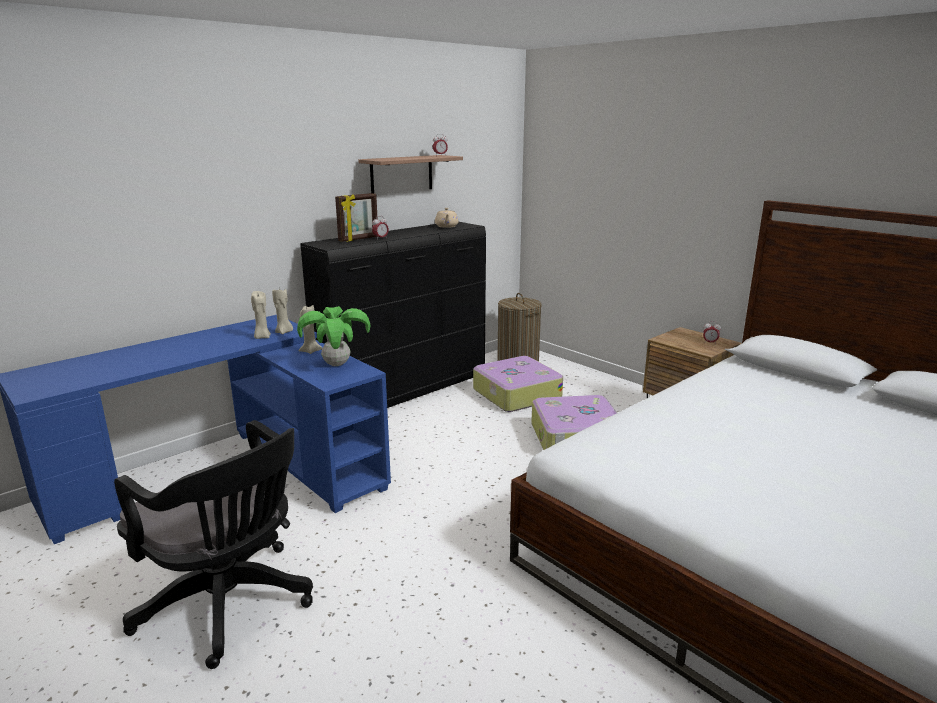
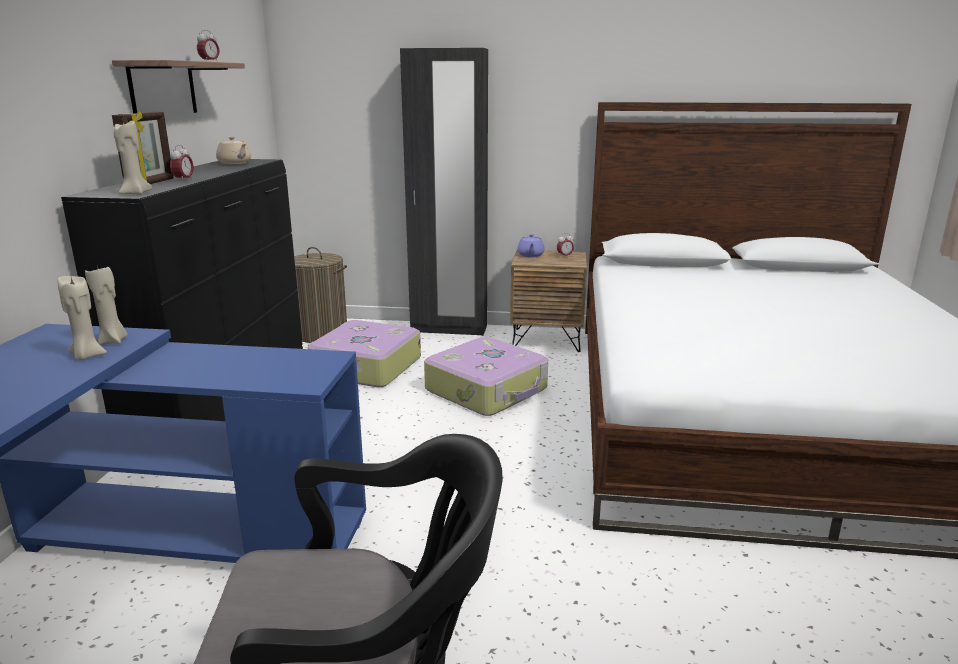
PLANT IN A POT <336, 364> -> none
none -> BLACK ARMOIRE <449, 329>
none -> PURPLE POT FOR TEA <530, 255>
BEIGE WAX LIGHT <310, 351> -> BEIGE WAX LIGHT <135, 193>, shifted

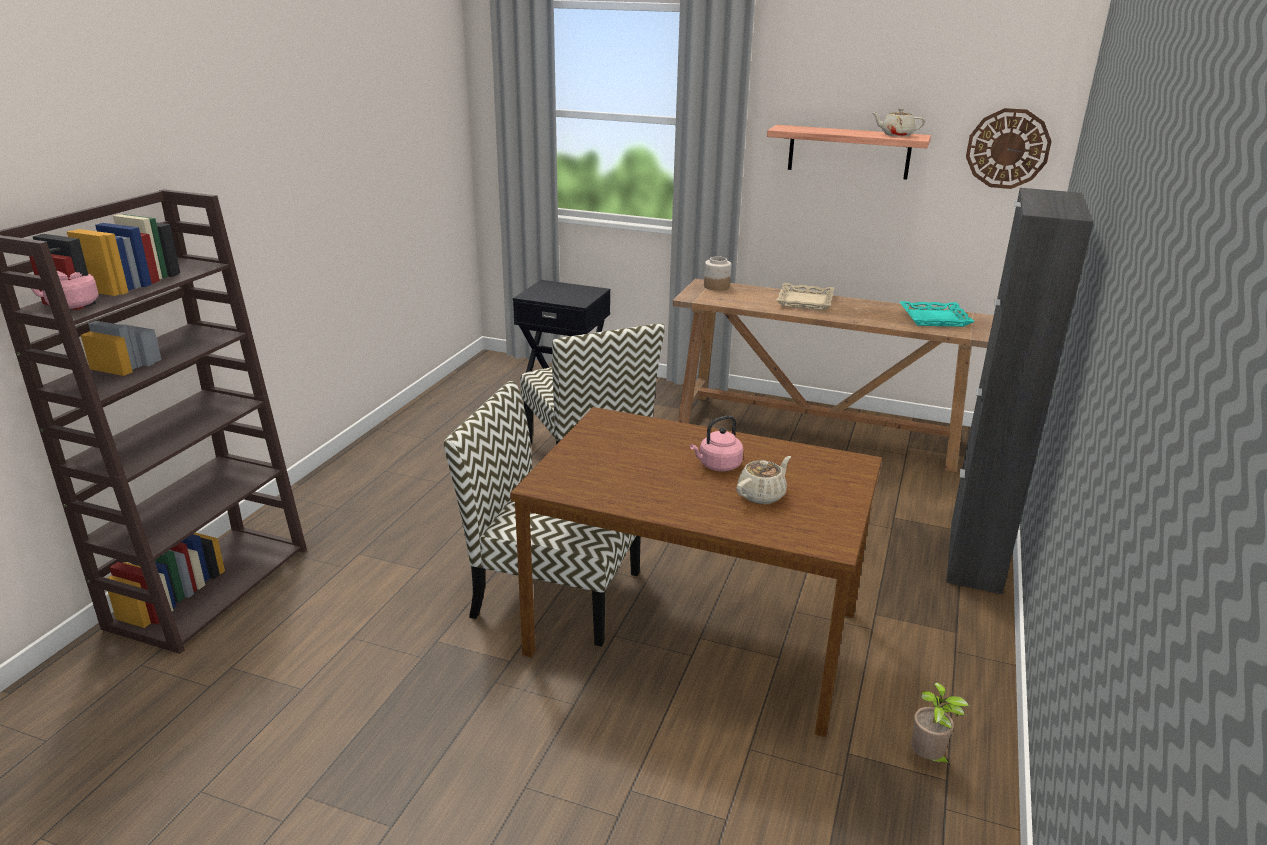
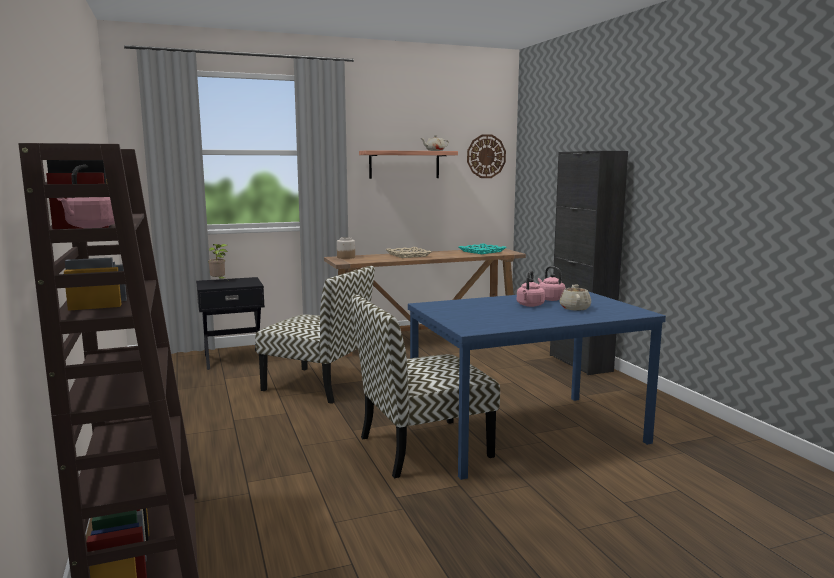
none -> PINK KETTLE <550, 299>
PLANT IN A POT <928, 759> -> PLANT IN A POT <219, 281>, shifted
BROWN-COLOURED KITCHEN TABLE <692, 633> -> BLUISH KITCHEN TABLE <526, 433>

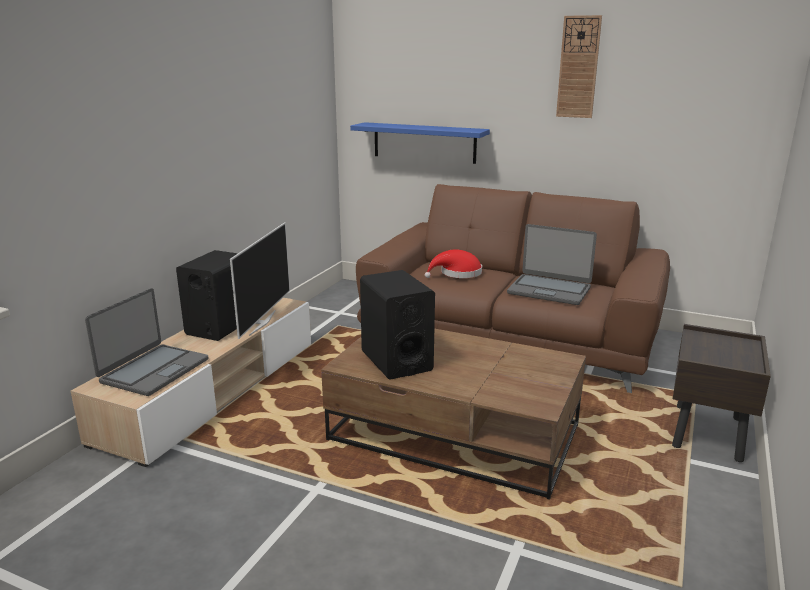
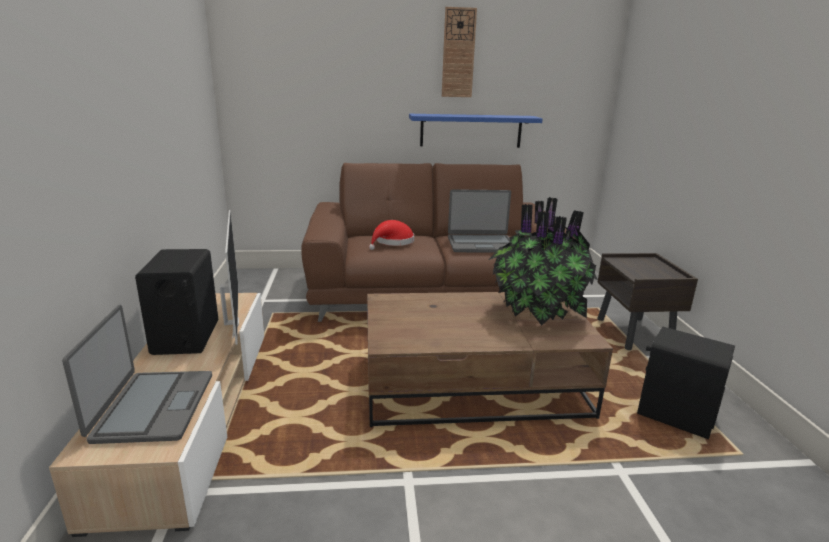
none -> PLANT IN A POT <536, 313>
BLUISH SHELF <424, 142> -> BLUISH SHELF <471, 130>, shifted
BLACK LOUDSPEAKER <396, 360> -> BLACK LOUDSPEAKER <675, 415>, shifted

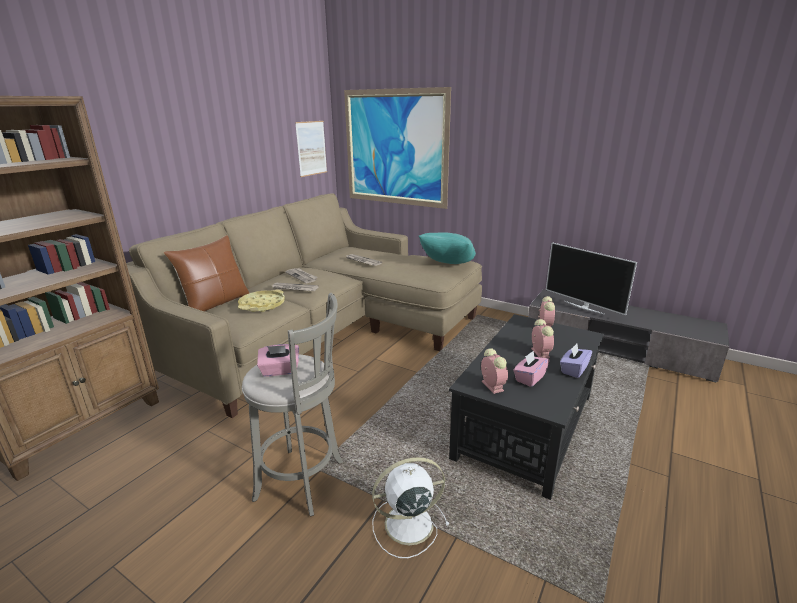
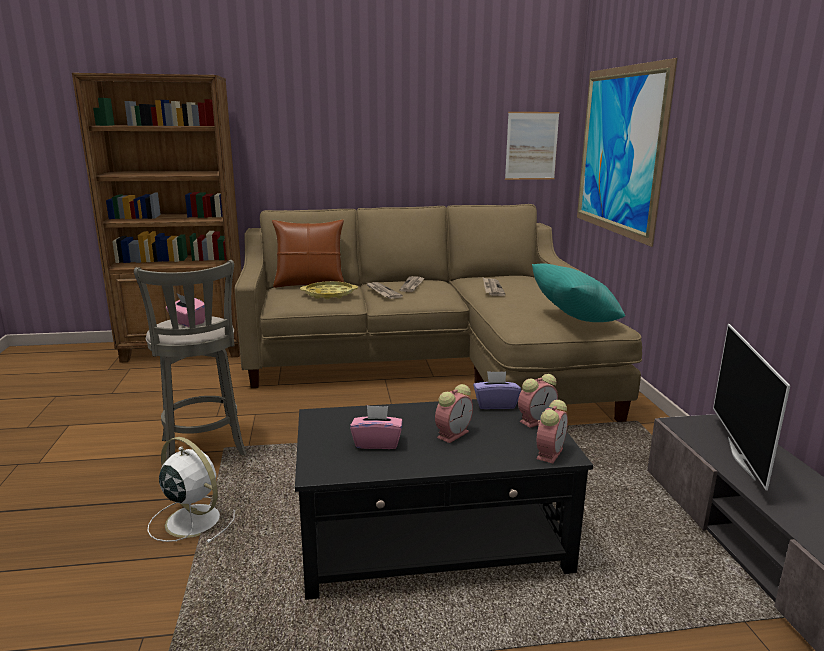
TABLE CLOCK <491, 385> -> TABLE CLOCK <549, 453>, shifted
PURPLE BOX OF TISSUES <573, 370> -> PURPLE BOX OF TISSUES <495, 404>, shifted

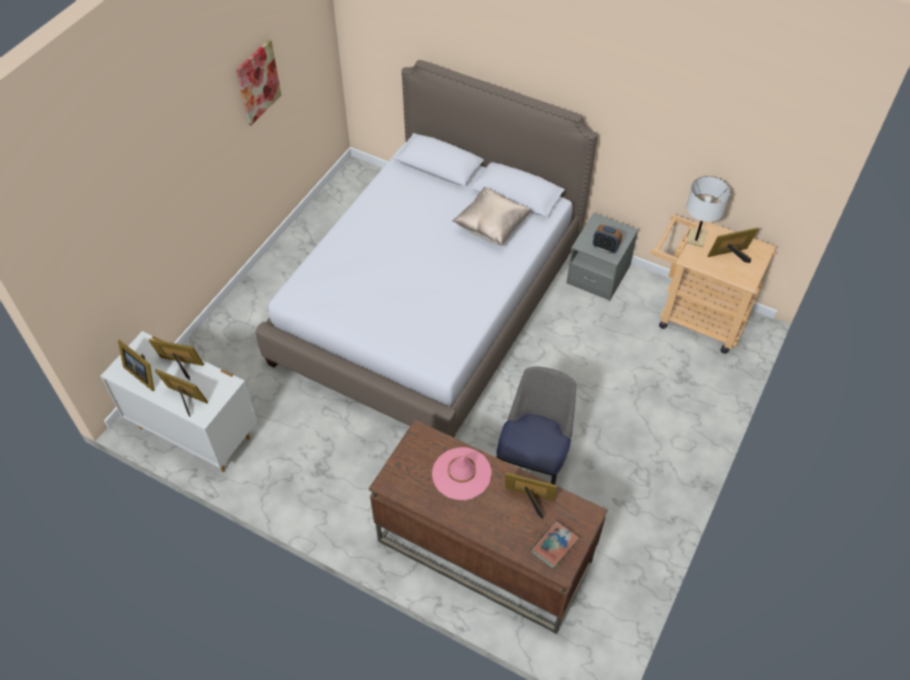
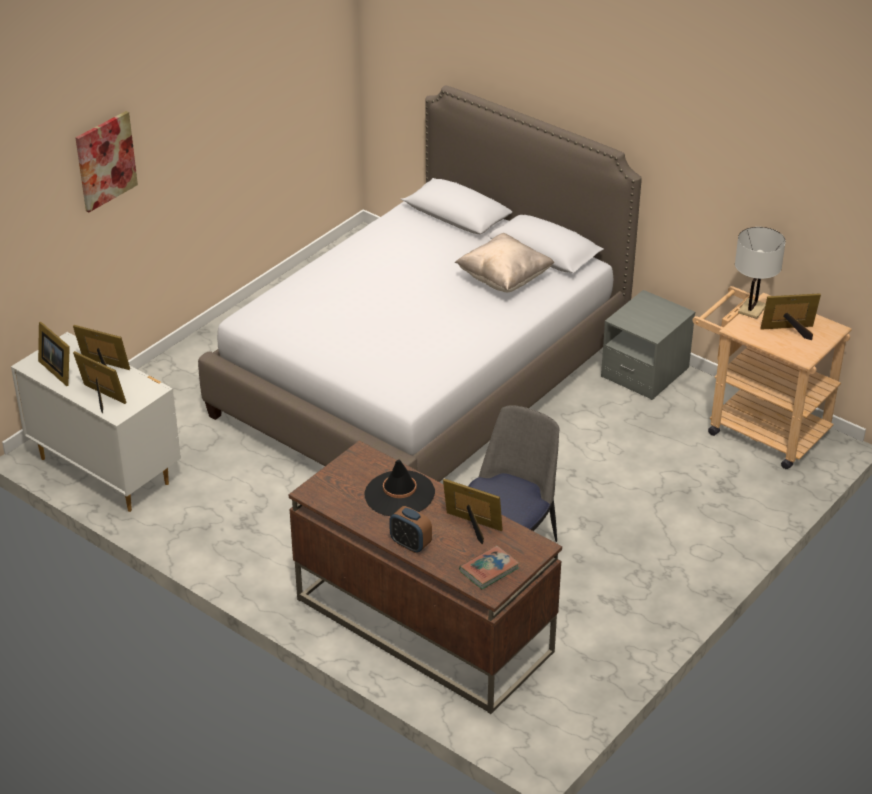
WALL PICTURE <258, 82> -> WALL PICTURE <105, 161>, shifted
TABLE CLOCK <605, 248> -> TABLE CLOCK <410, 544>, shifted
PINK HAT <461, 474> -> BLACK HAT <399, 494>

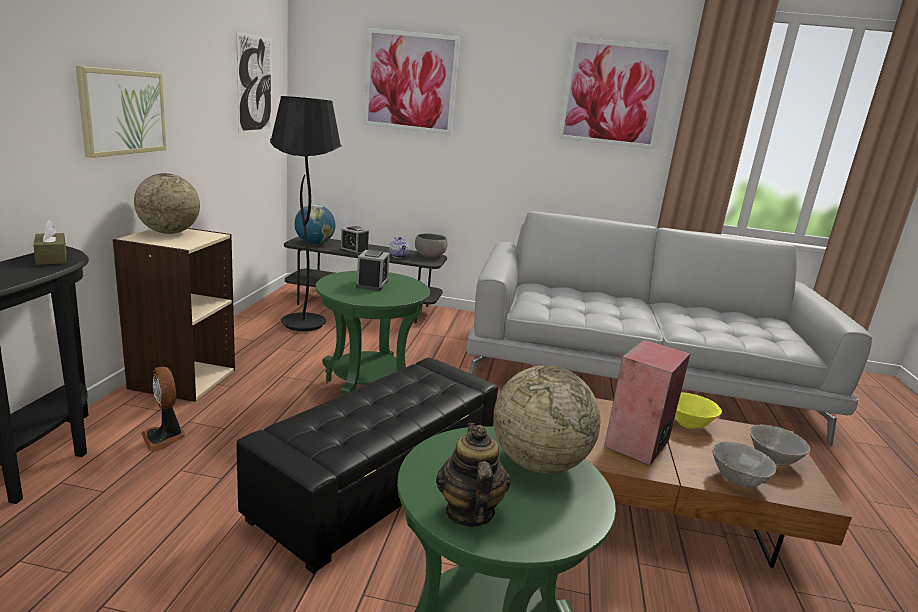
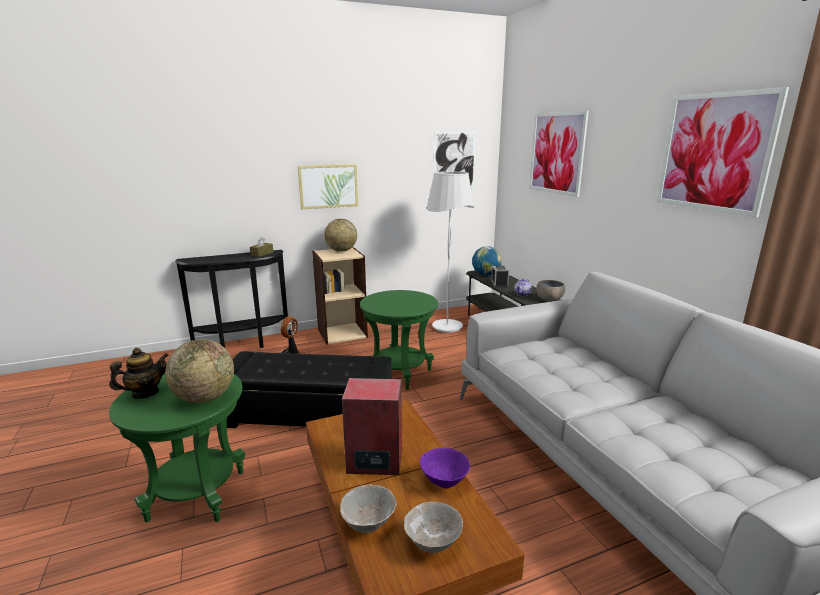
TABLE CLOCK <372, 284> -> none
BLACK STANDARD LAMP <303, 324> -> WHITISH STANDARD LAMP <447, 327>
YELLOWISH DEEP DISH <689, 424> -> PURPLE DEEP DISH <444, 481>

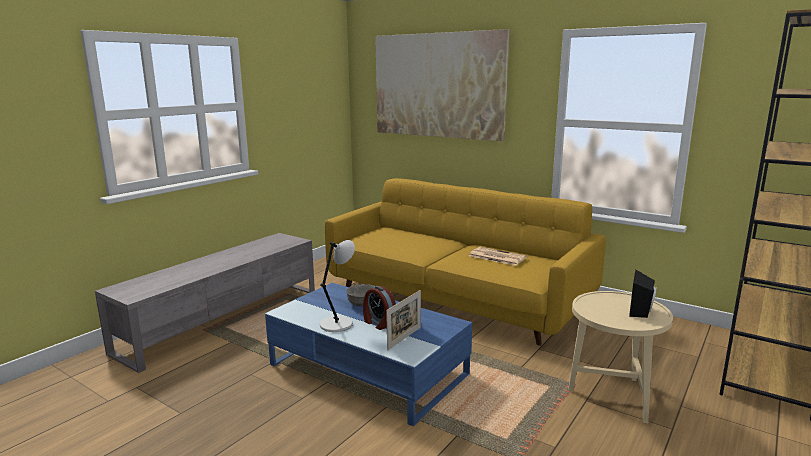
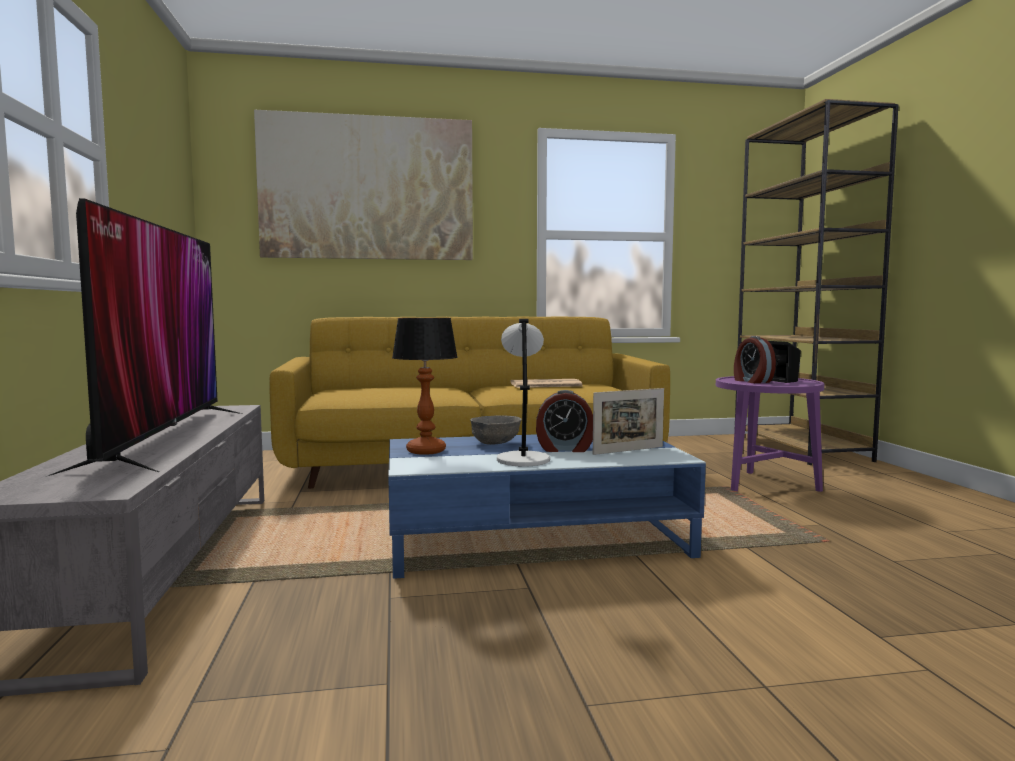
none -> TV <164, 437>
none -> LAMP FOR A TABLE <426, 451>
none -> TABLE CLOCK <752, 381>
BEIGE SIDE TABLE <611, 396> -> PURPLE SIDE TABLE <764, 485>
PHOTO FRAME <404, 338> -> PHOTO FRAME <628, 450>, 75 degrees clockwise

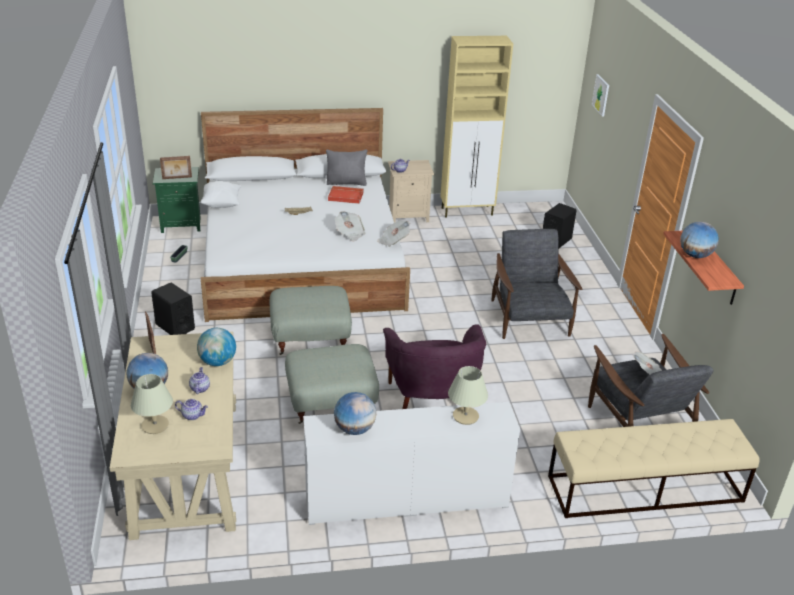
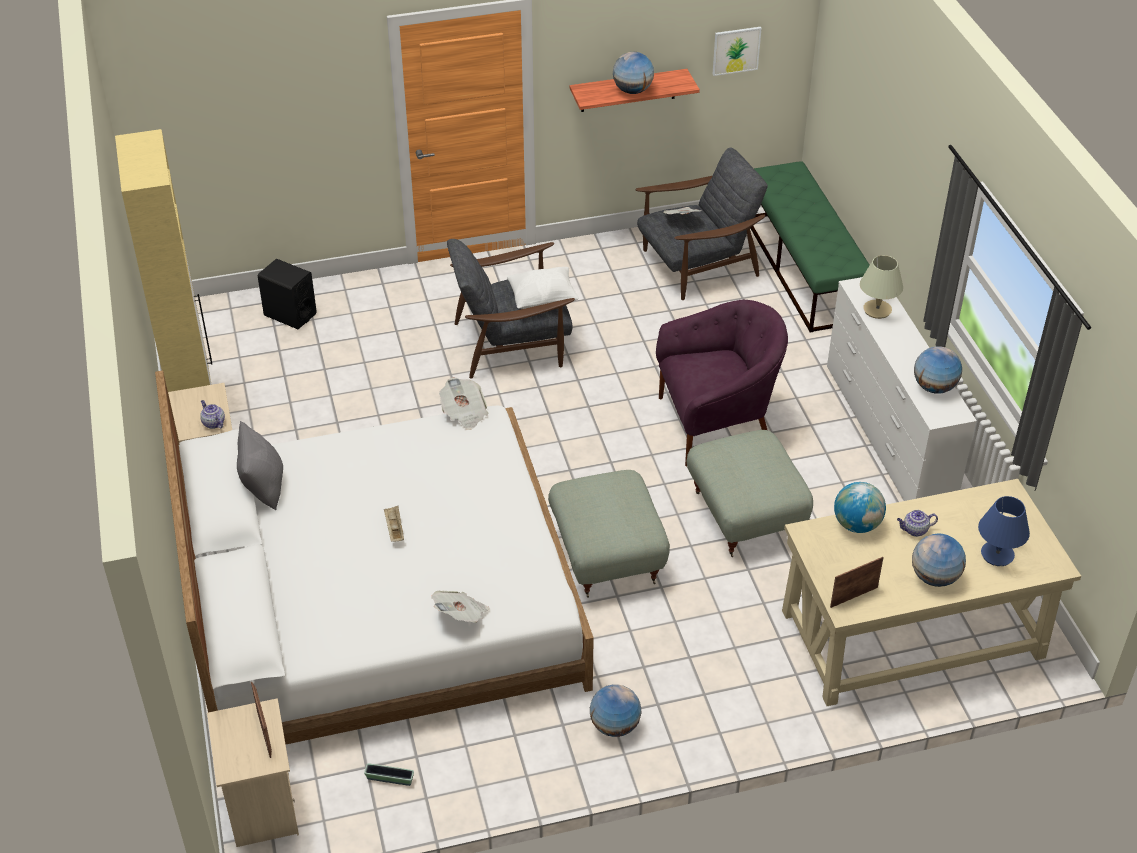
POT FOR TEA <193, 415> -> none
REDDISH CARRYING TRAY <345, 196> -> none
WHITISH PILLOW <221, 204> -> WHITISH PILLOW <543, 300>, shifted
NEWSPAPER <350, 233> -> NEWSPAPER <461, 615>, shifted
WALL PICTURE <601, 95> -> WALL PICTURE <736, 50>, shifted
BLACK LOUDSPEAKER <175, 327> -> WORLD GLOBE <614, 726>
BEIGE LAMP FOR A TABLE <155, 425> -> BLUISH LAMP FOR A TABLE <997, 554>
GREENISH NIGHTSTAND <181, 224> -> BEIGE NIGHTSTAND <261, 809>
BEIGE INDOOR BENCH <644, 489> -> GREENISH INDOOR BENCH <803, 269>

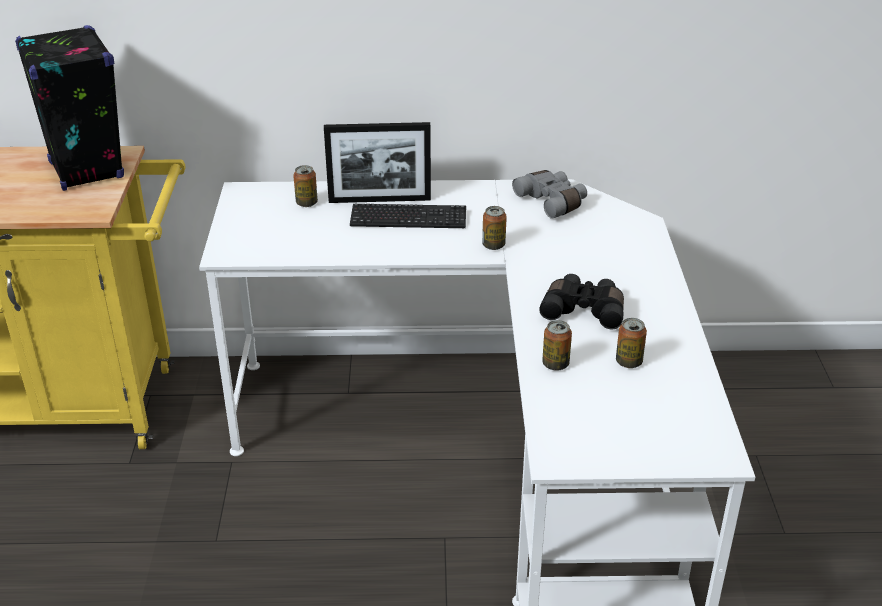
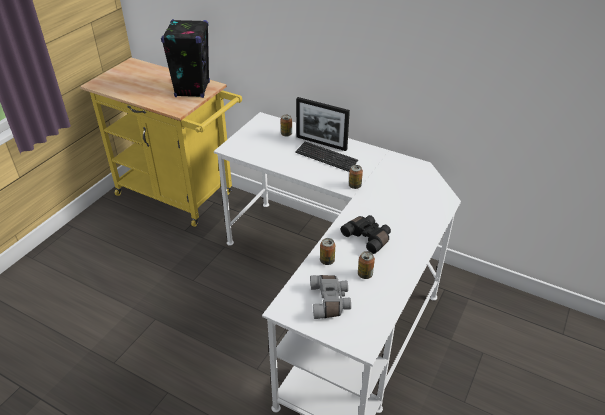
GREYISH FIELD GLASSES <553, 202> -> GREYISH FIELD GLASSES <330, 301>, shifted

